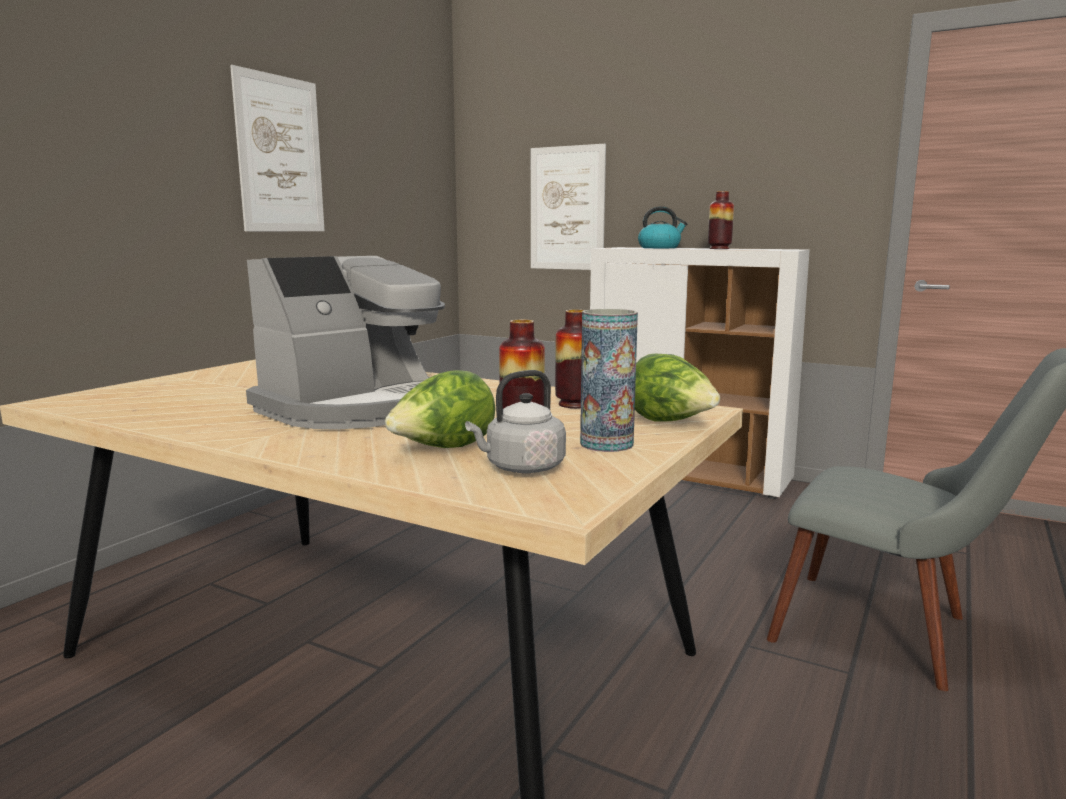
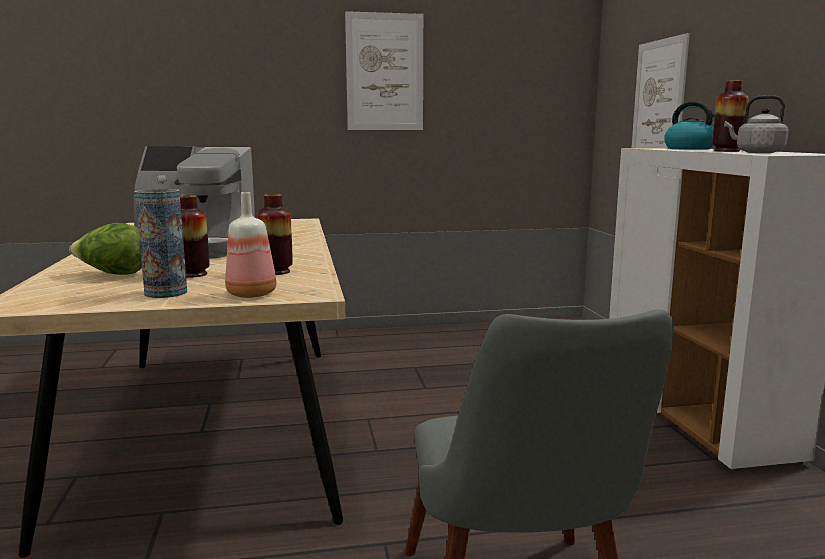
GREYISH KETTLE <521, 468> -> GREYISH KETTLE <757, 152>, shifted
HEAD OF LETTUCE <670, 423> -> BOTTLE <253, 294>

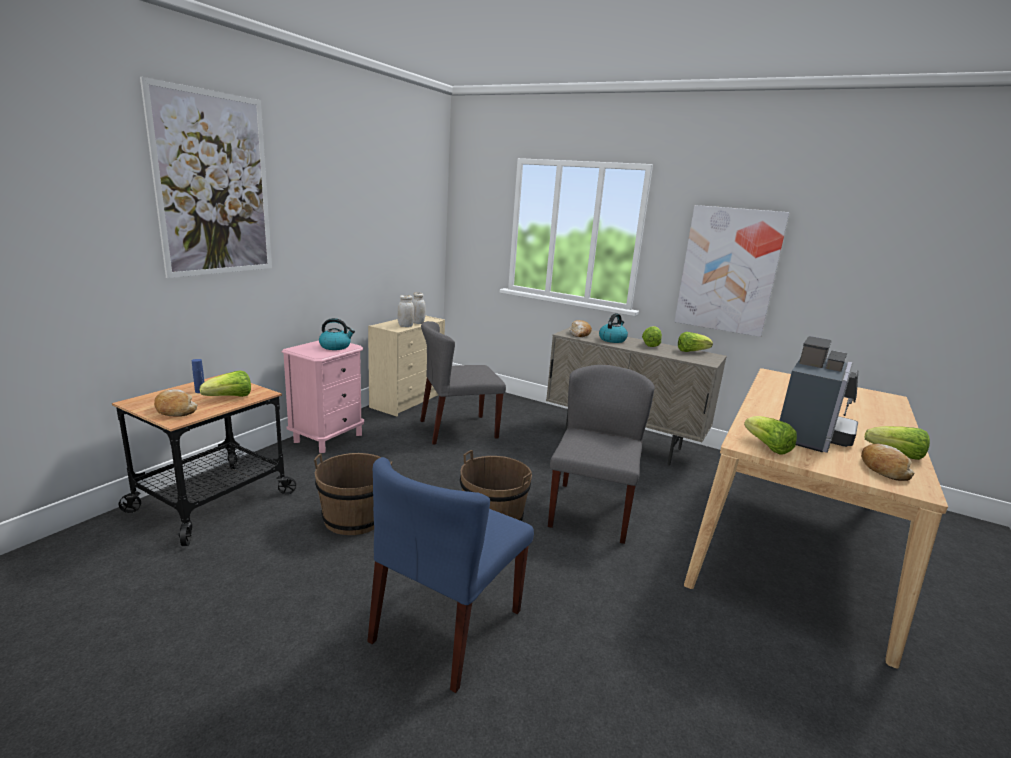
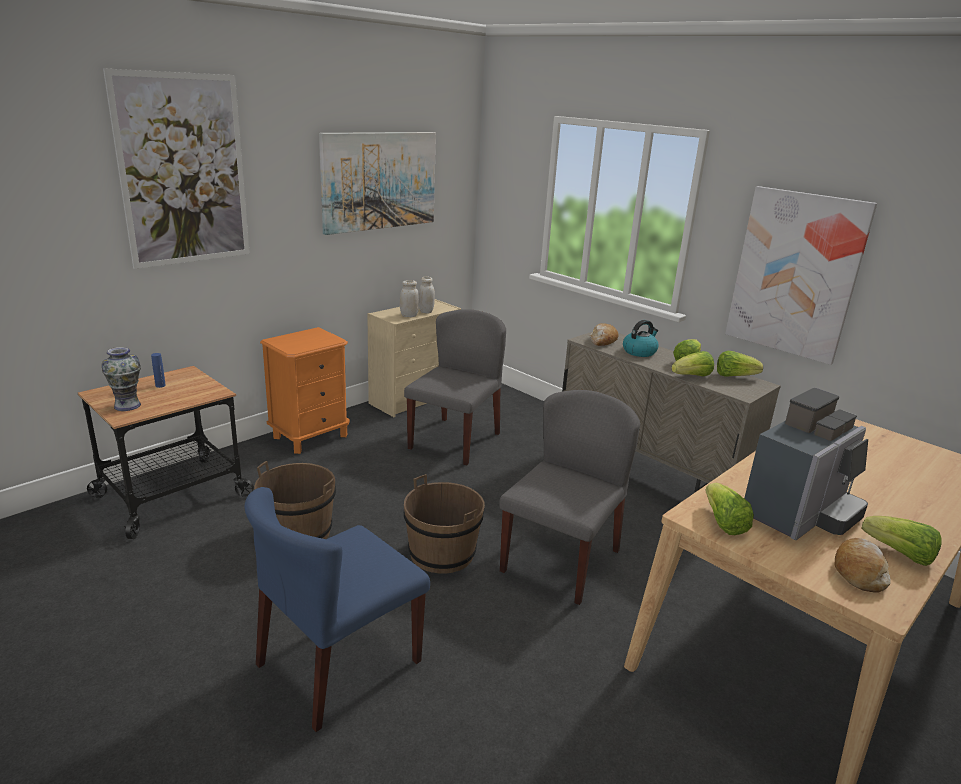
KETTLE <335, 346> -> none
none -> WALL PICTURE <379, 181>
HEAD OF LETTUCE <230, 397> -> HEAD OF LETTUCE <692, 376>, shifted
BAKERY BREAD <175, 410> -> DECORATIVE VASE <127, 405>
PINK NIGHTSTAND <328, 438> -> ORANGE NIGHTSTAND <310, 436>
GREYISH CHAIR <458, 429> -> GREYISH CHAIR <454, 440>, 120 degrees clockwise

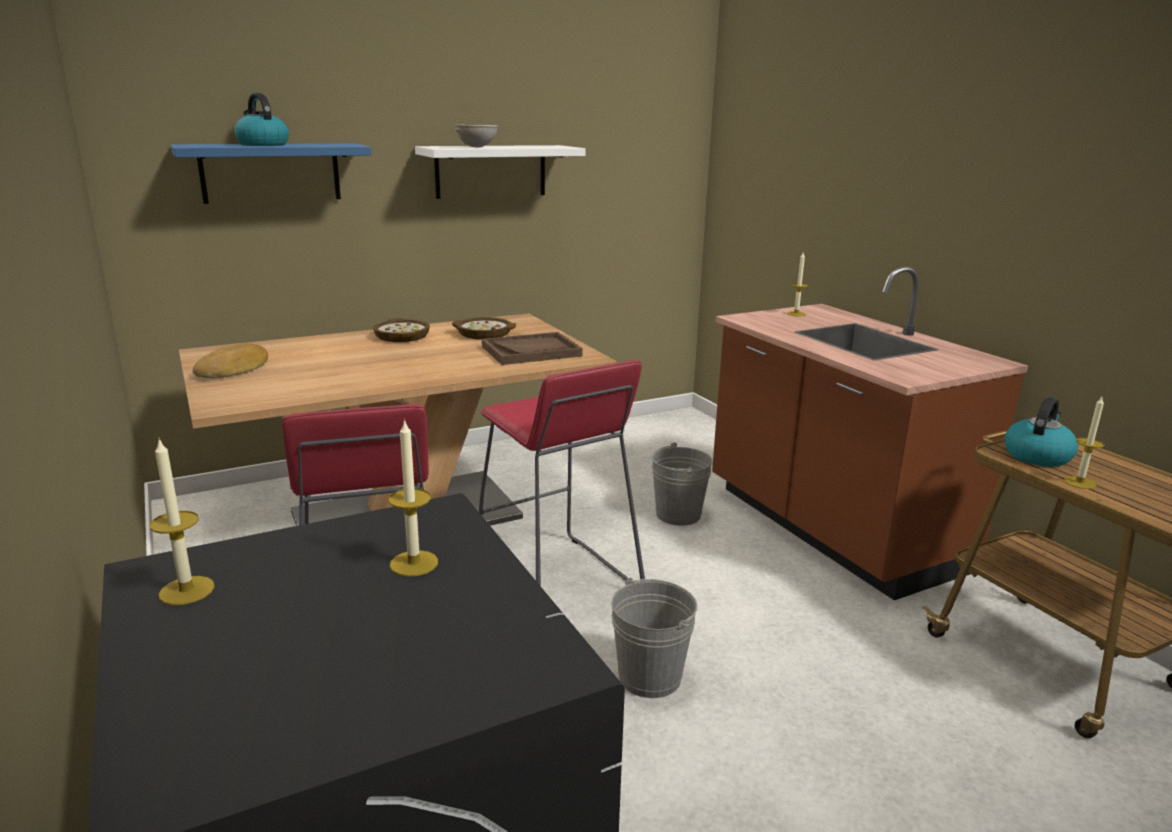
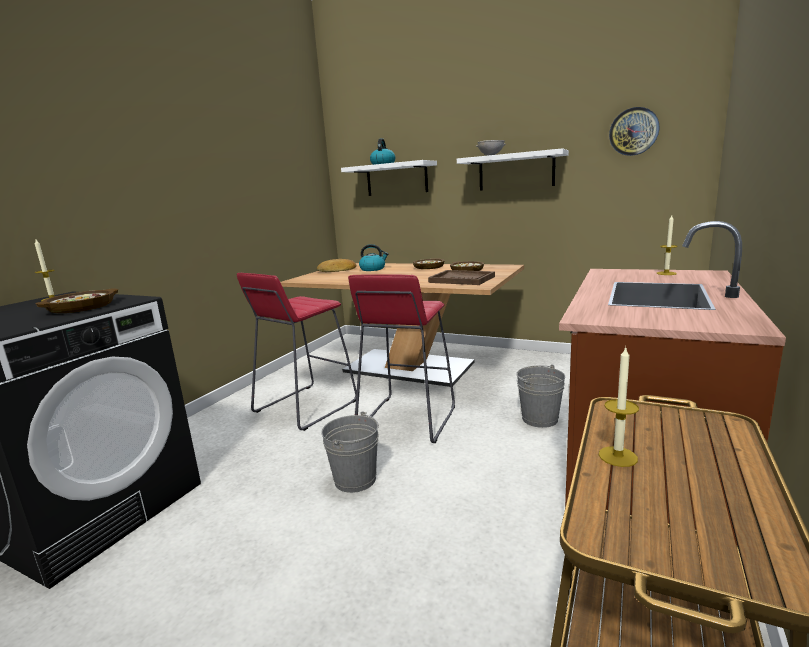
none -> CLOCK ON THE WALL <633, 131>
KETTLE <1037, 455> -> KETTLE <373, 269>, shifted
WAX LIGHT <414, 563> -> DEEP DISH <81, 307>
BLUISH SHELF <271, 172> -> WHITISH SHELF <396, 179>

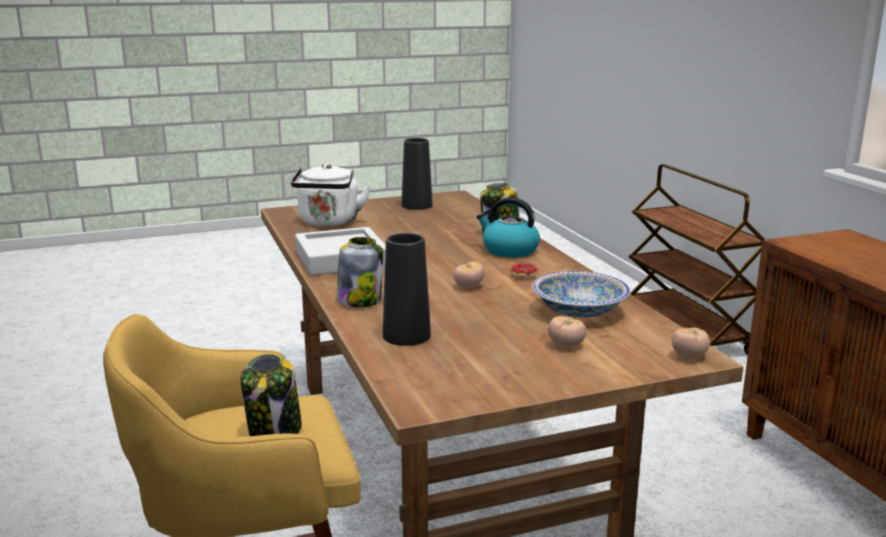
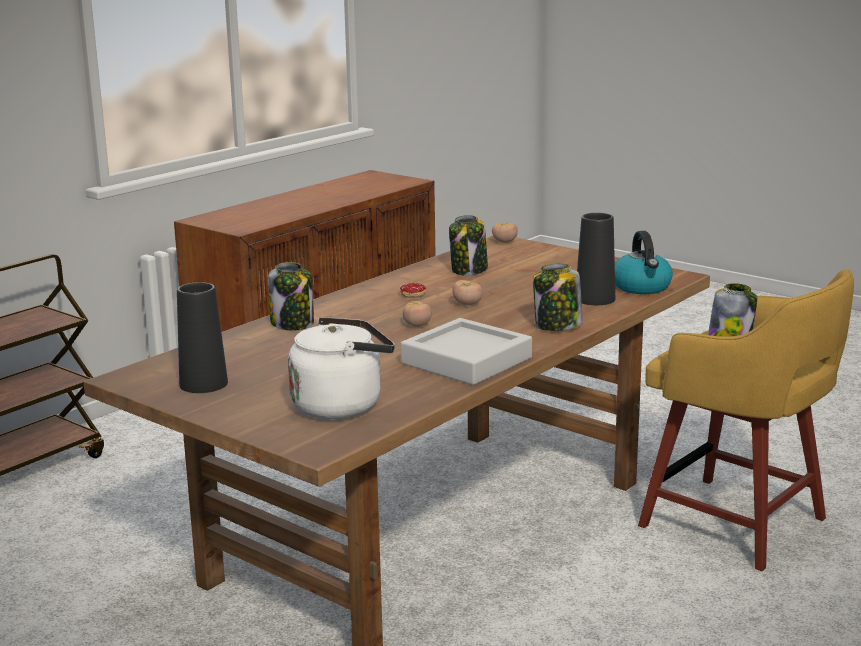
KETTLE <509, 250> -> KETTLE <642, 287>, shifted
WHOLE TOMATO <566, 345> -> WHOLE TOMATO <417, 325>, shifted
DEEP DISH <579, 311> -> PRESERVE JAR <469, 270>

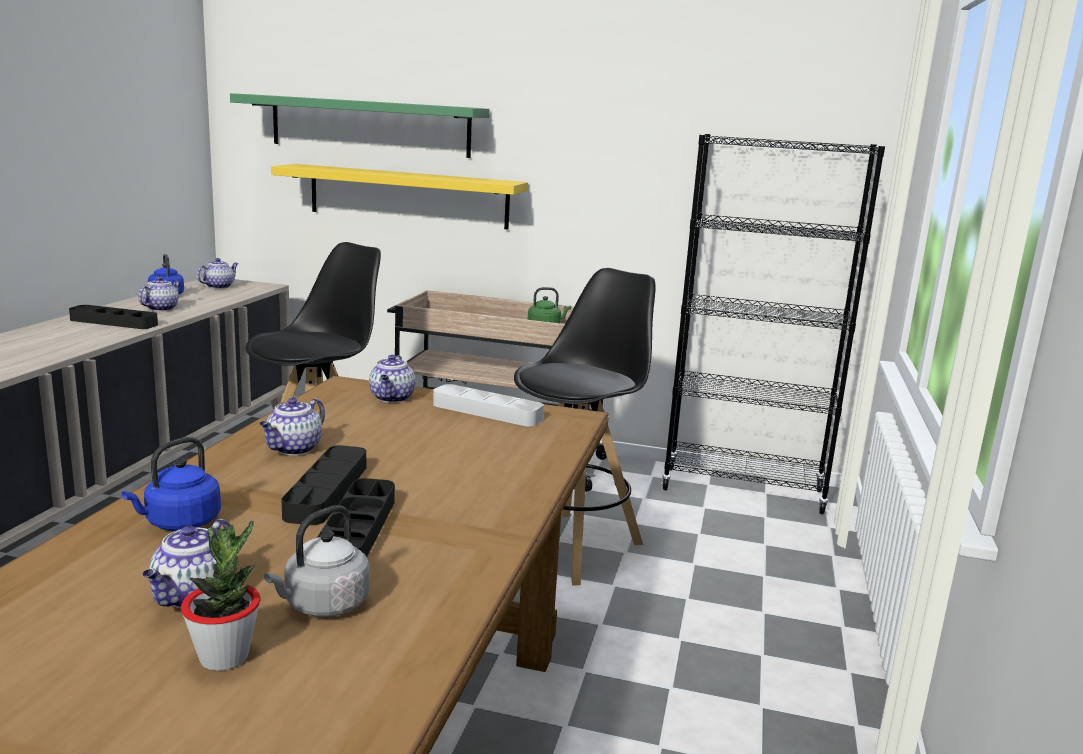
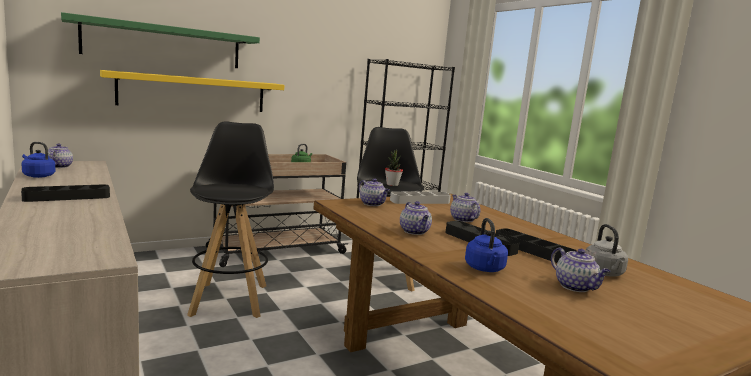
POT FOR TEA <161, 308> -> POT FOR TEA <462, 219>, shifted
PLANT IN A POT <224, 657> -> PLANT IN A POT <392, 184>, shifted

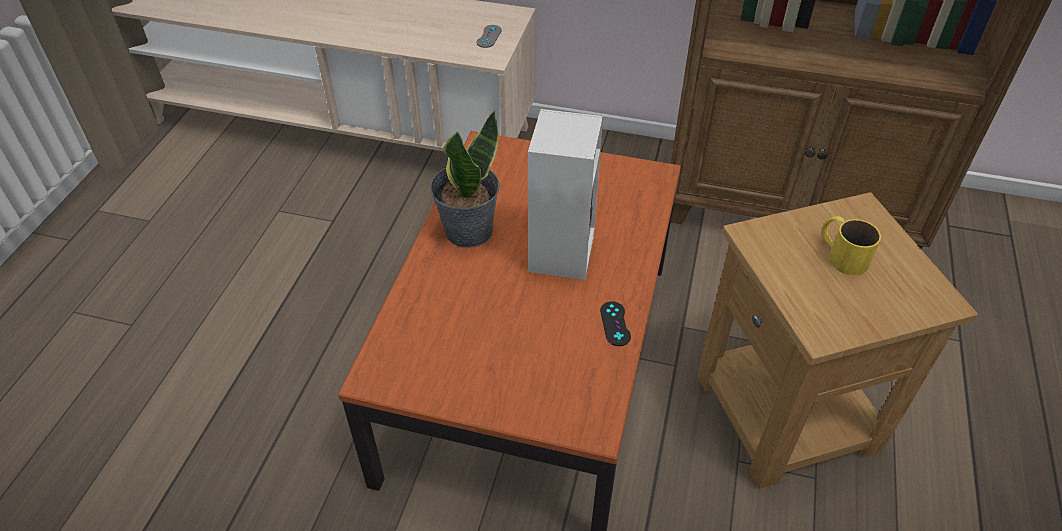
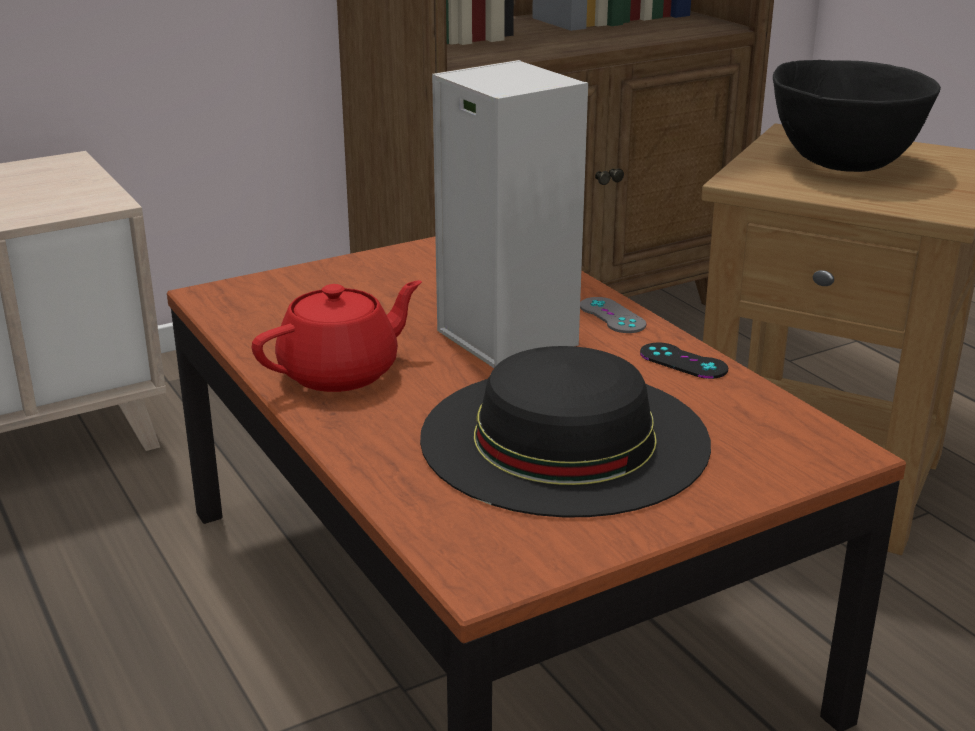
none -> BLACK HAT <564, 438>
GREYISH GAMEPAD <489, 36> -> GREYISH GAMEPAD <612, 316>, shifted
PLANT IN A POT <467, 230> -> REDDISH POT FOR TEA <341, 373>
YELLOWISH TEA MUG <841, 254> -> BLACK DEEP DISH <842, 162>

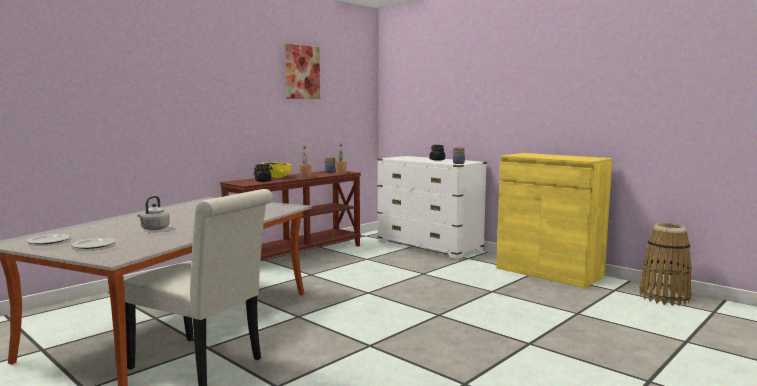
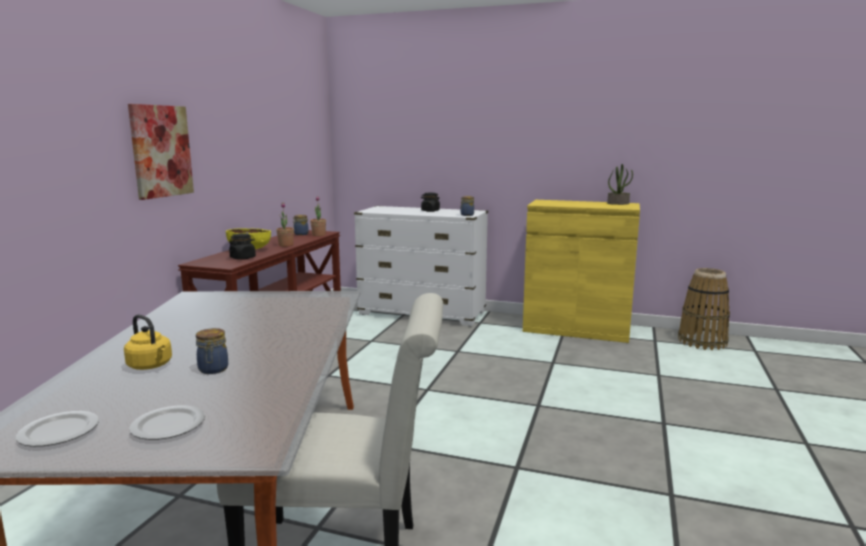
none -> YELLOWISH KETTLE <151, 366>
none -> PLANT IN A POT <618, 203>
WALL PICTURE <302, 72> -> WALL PICTURE <161, 151>, shifted
GREYISH KETTLE <154, 229> -> PRESERVE JAR <213, 370>

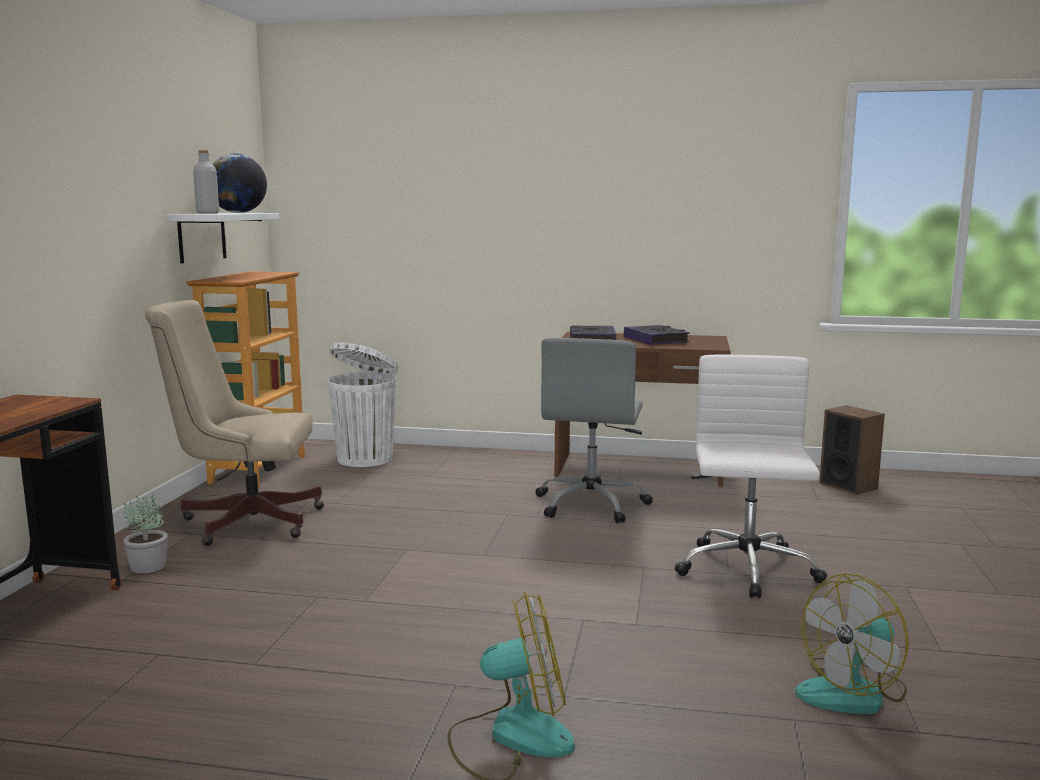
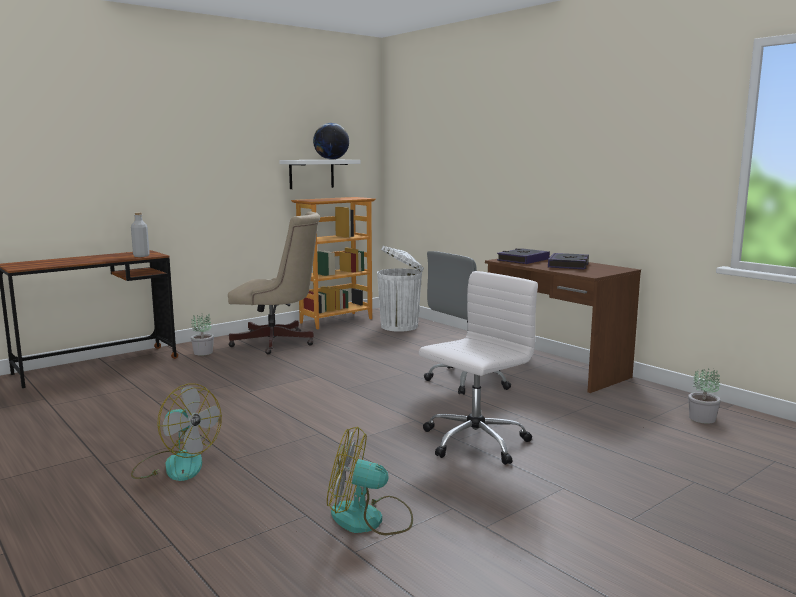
GREYISH BOTTLE <208, 213> -> GREYISH BOTTLE <141, 256>, shifted
LOUDSPEAKER <848, 485> -> PLANT IN A POT <703, 419>
BEIGE COMPUTER CHAIR <244, 520> -> BEIGE COMPUTER CHAIR <278, 343>, 150 degrees clockwise

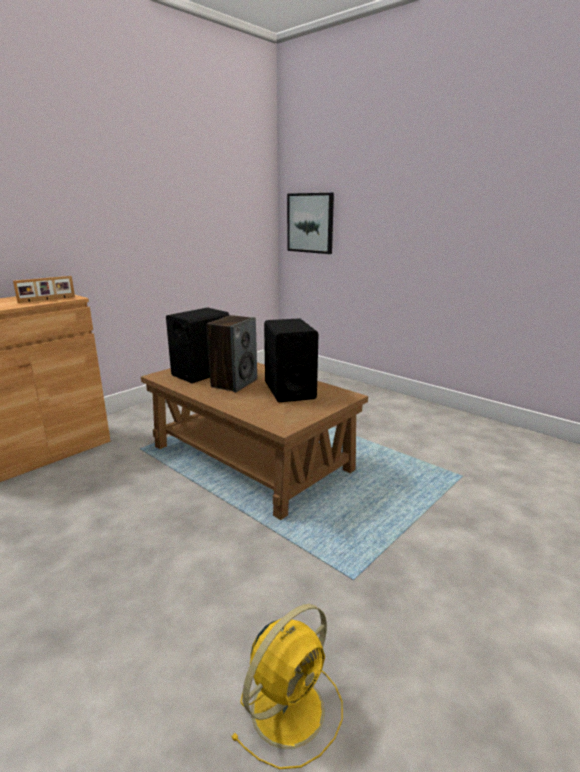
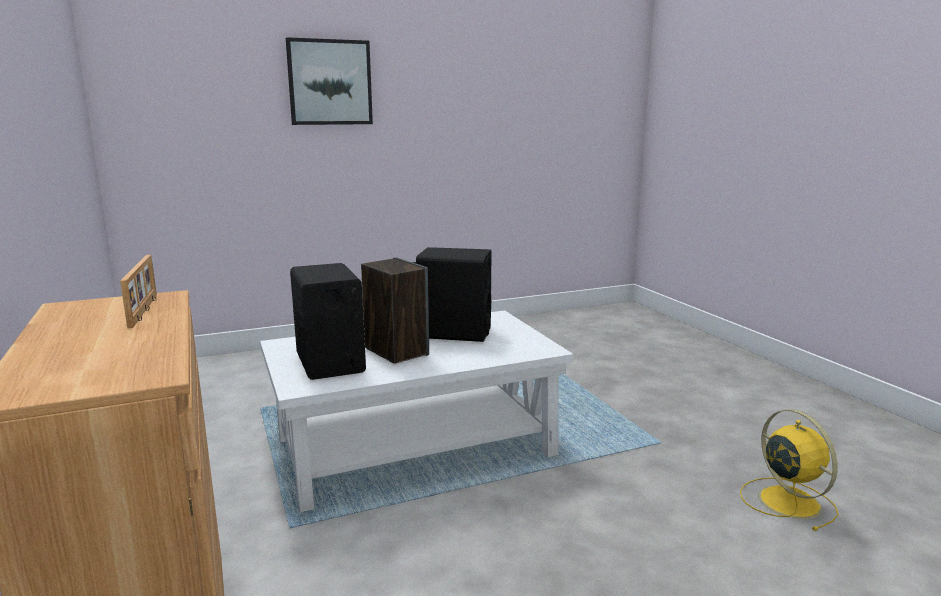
WALL PICTURE <310, 223> -> WALL PICTURE <330, 82>, shifted
BROWN-COLOURED COFFEE TABLE <251, 458> -> WHITISH COFFEE TABLE <415, 446>

